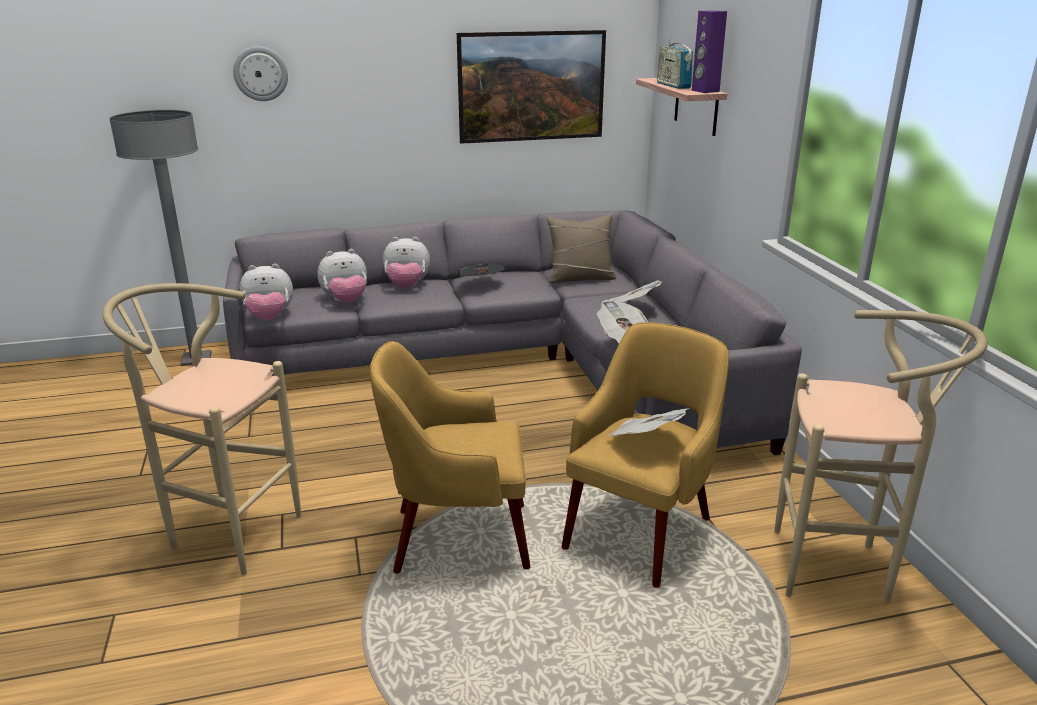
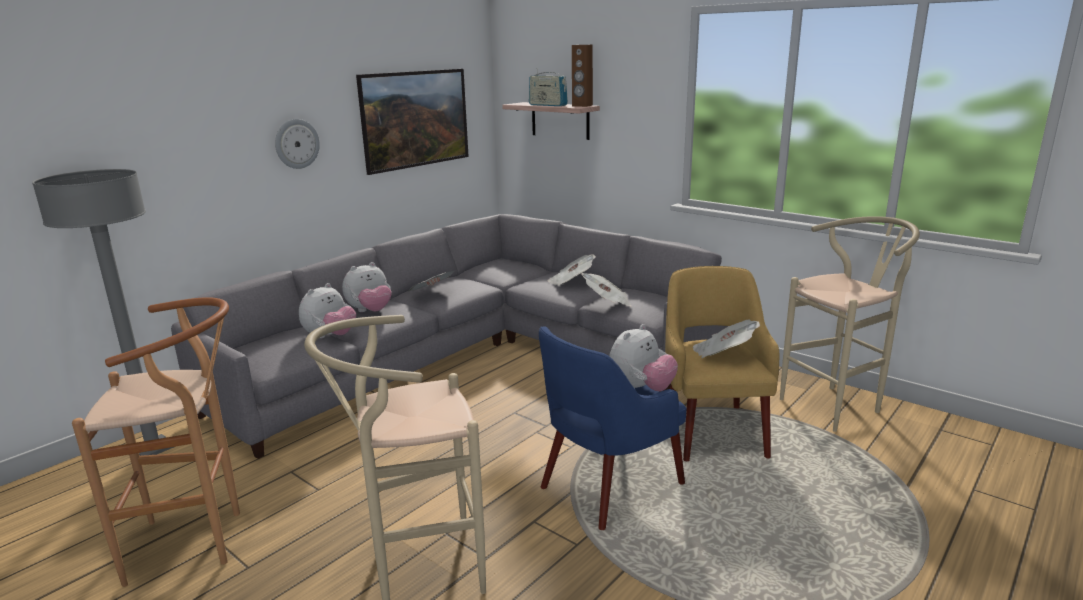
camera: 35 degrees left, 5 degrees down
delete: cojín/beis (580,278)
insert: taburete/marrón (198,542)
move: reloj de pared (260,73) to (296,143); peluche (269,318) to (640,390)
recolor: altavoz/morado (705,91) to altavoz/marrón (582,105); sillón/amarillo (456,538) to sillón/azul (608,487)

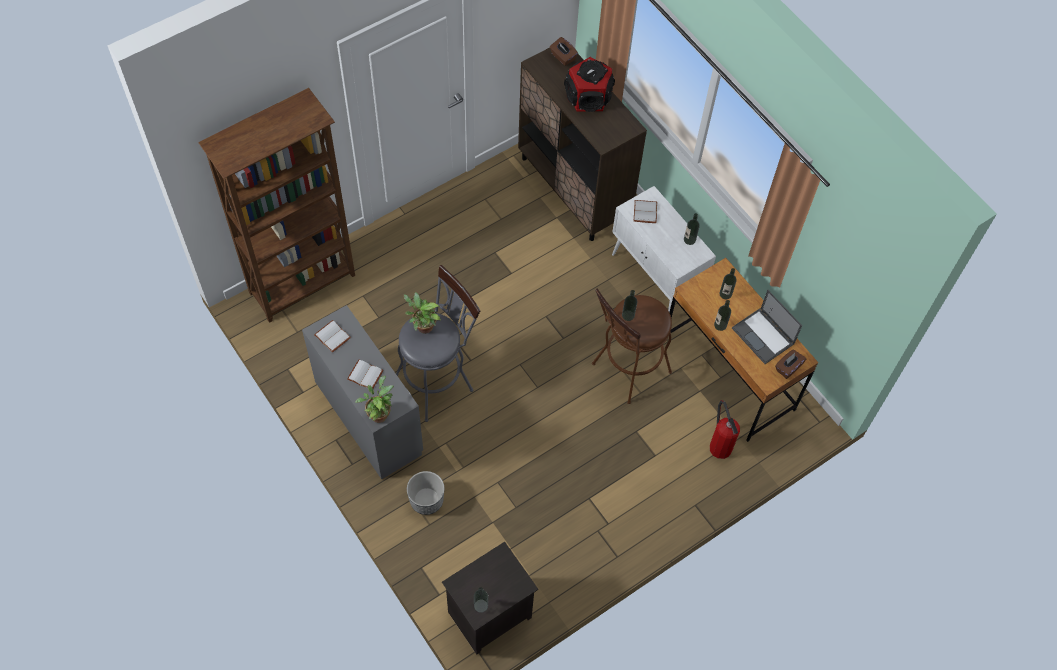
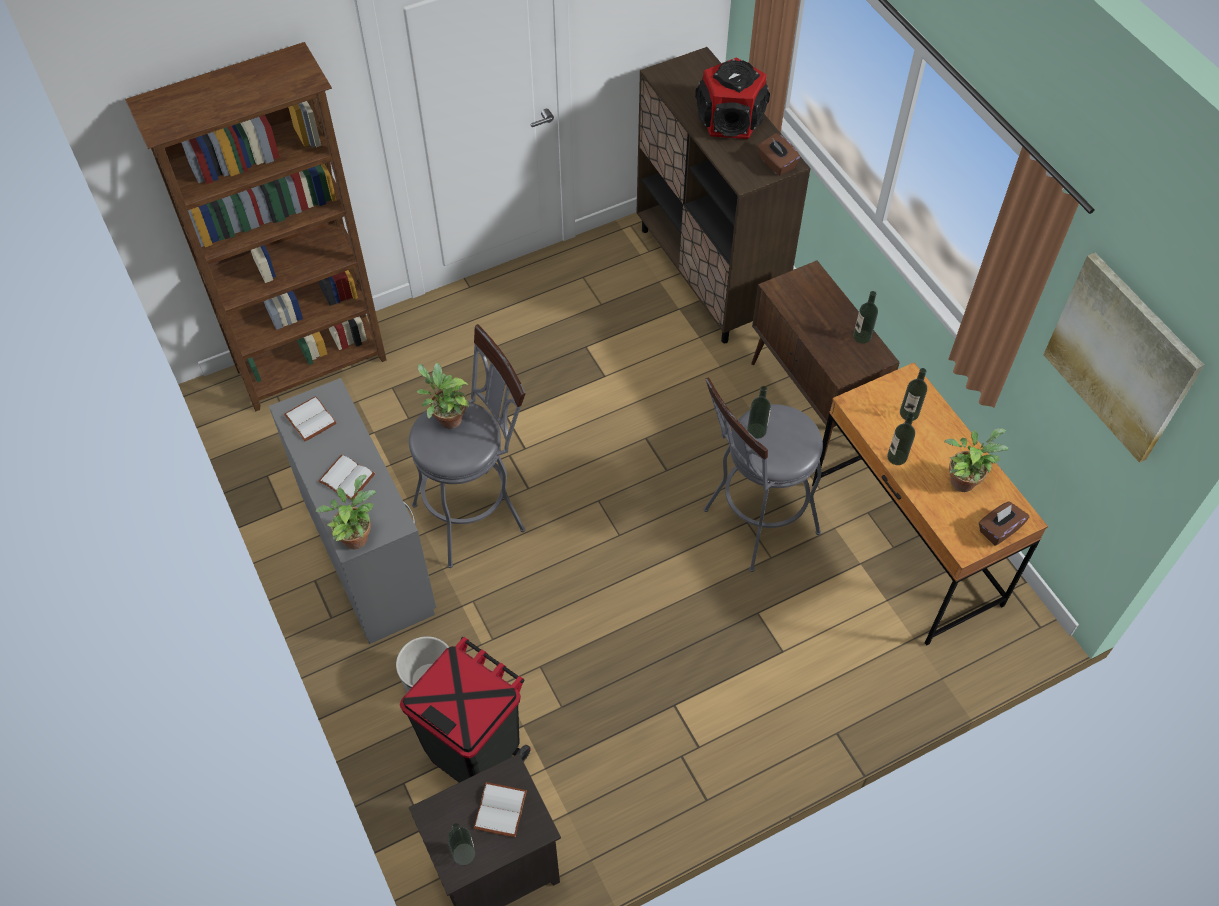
camera: 10 degrees right, 5 degrees down
delete: extintor (719,446)
insert: cuadro (1121,357); papelera/negro (475,754)
move: caja de pañuelos/marrón (562,57) to (776,164); libro/blanco (646,212) to (502,811)
replace: portátil (763,336) to planta en maceta (963,479)
recolor: armario/blanco (656,278) to armario/marrón (811,401); taburete/marrón (626,372) to taburete/gris (753,526)

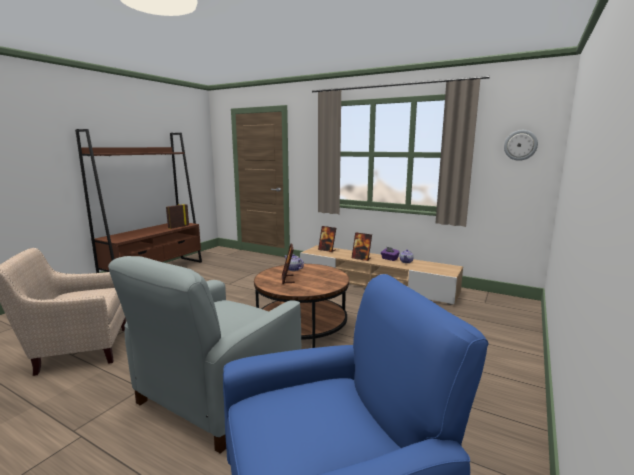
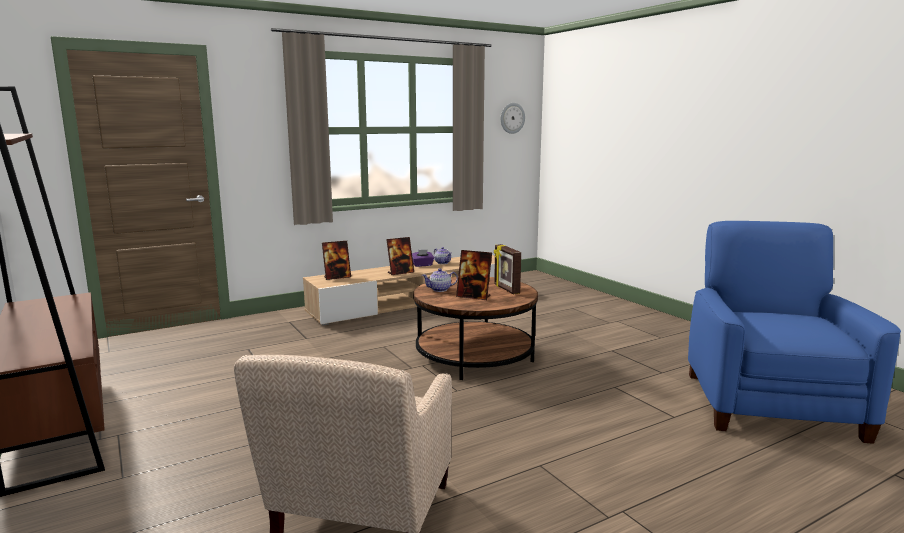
camera: 60 degrees left, 0 degrees up
delete: sillón/gris (217,394)
move: portarretratos (178,227) to (506,289)

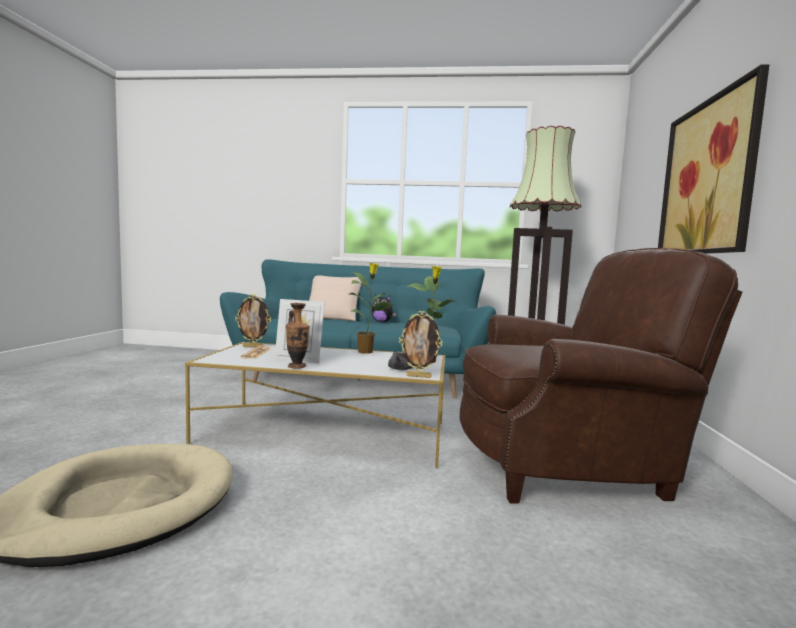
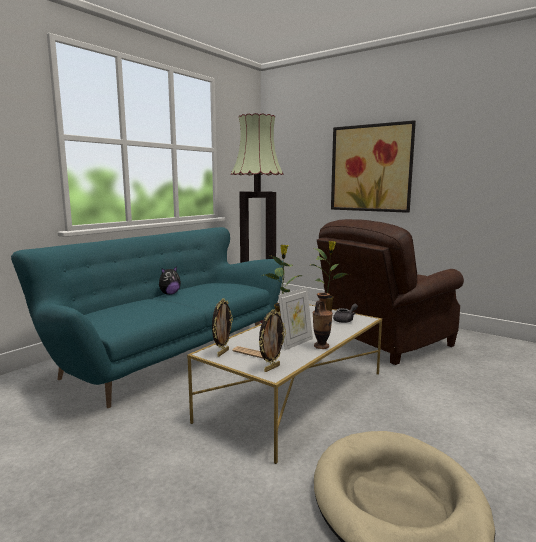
camera: 60 degrees left, 5 degrees up
delete: cojín/beis (333,317)
move: portarretratos (419,376) to (271,368)
rotate: sillón/marrón (566,461) = (384,342) 150 degrees counterclockwise

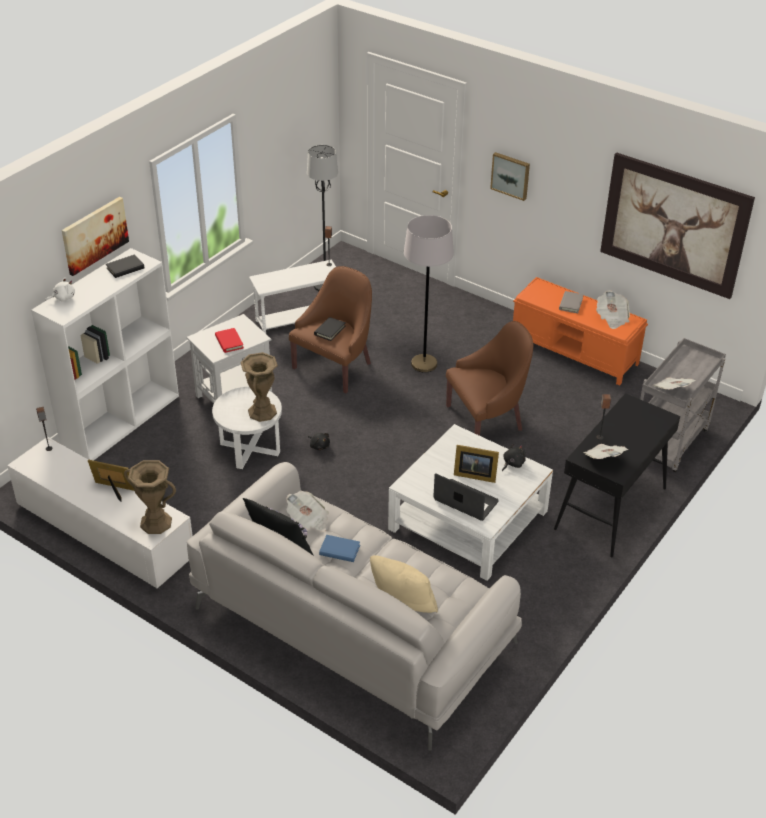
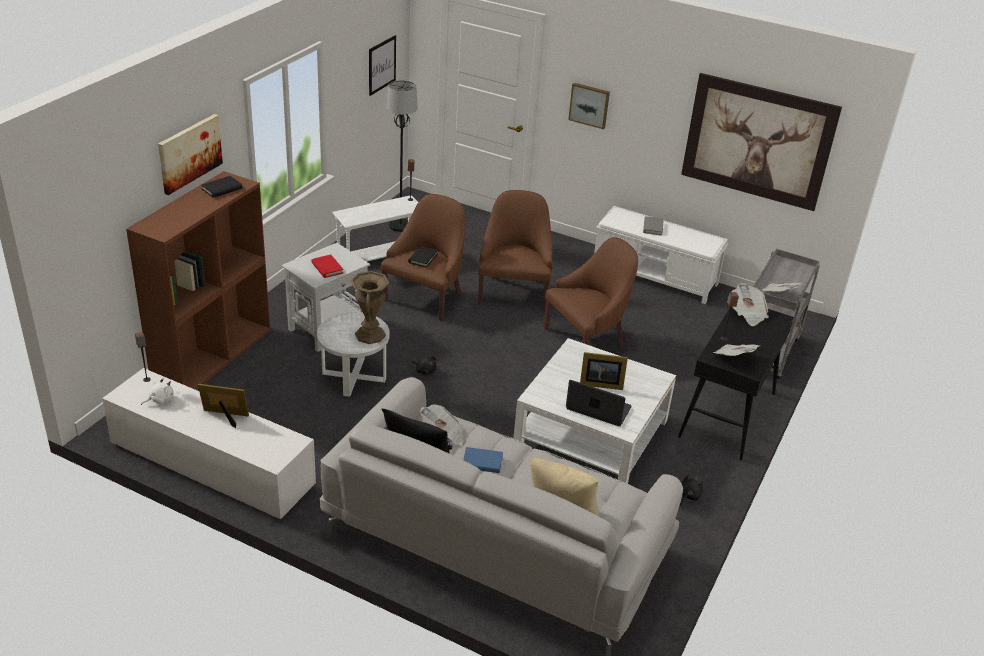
camera: 10 degrees left, 5 degrees down
delete: florero/marrón (156,523)
insert: cuadro (382,65)
move: peluche/blanco (63,298) to (160,400); periódico (612,318) to (747,314); peluche/negro (512,463) to (688,496)
replace: lámpara de pie/gris (424,364) to sillón/marrón (513,292)
recolor: estantería/blanco (121,420) to estantería/marrón (212,355); banco/naranja (575,352) to banco/blanco (655,276)

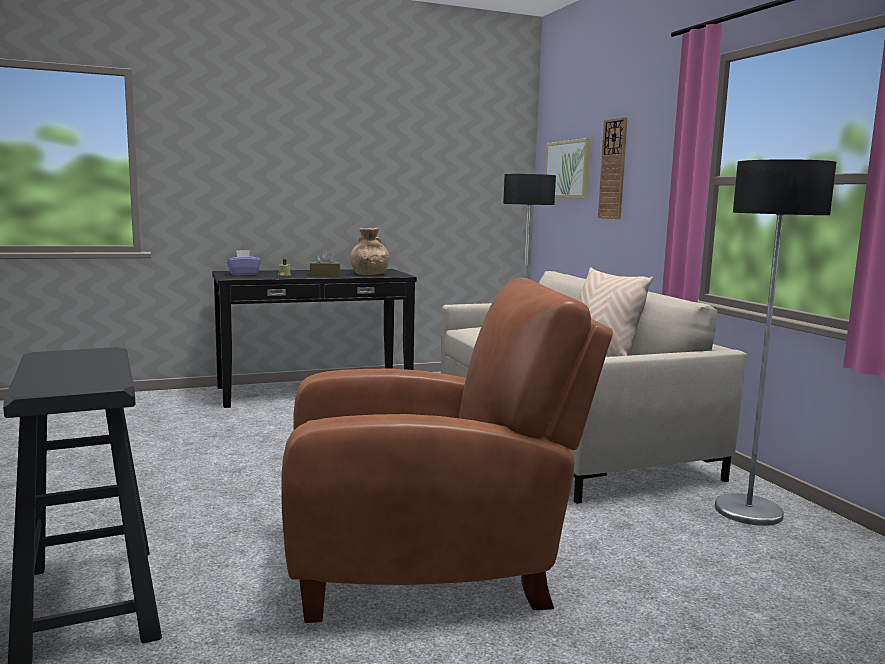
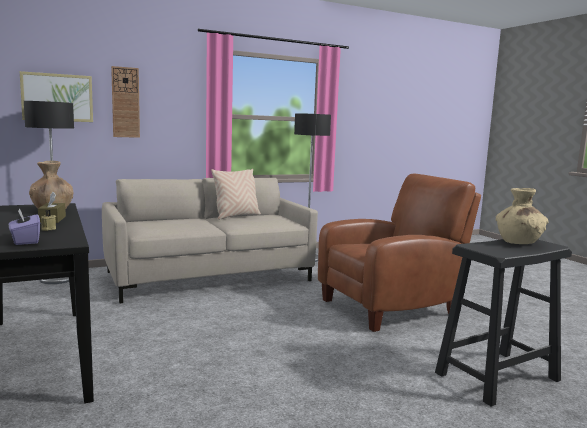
camera: 95 degrees left, 0 degrees up
insert: florero/beis (518,242)
rotate: sillón/marrón (431,564) = (392,307) 75 degrees clockwise

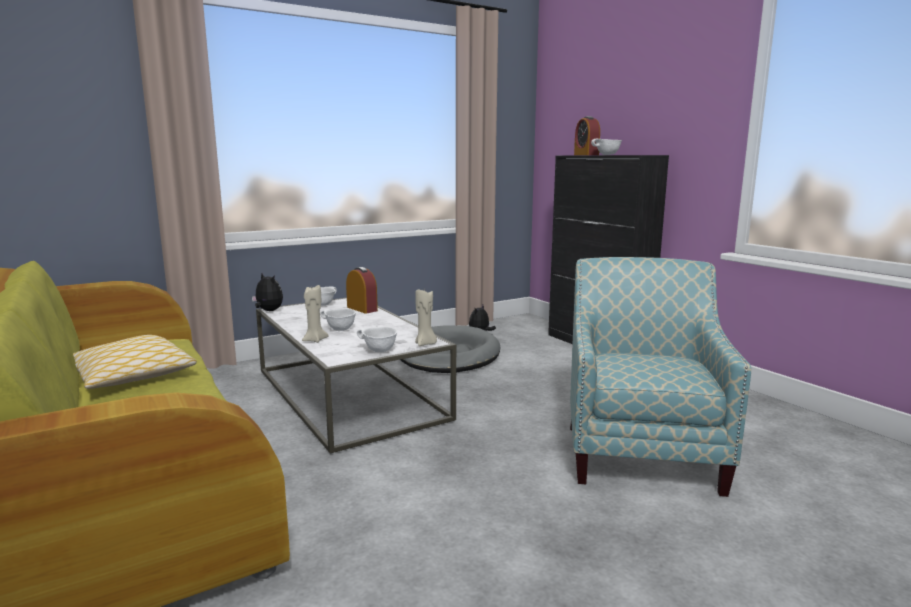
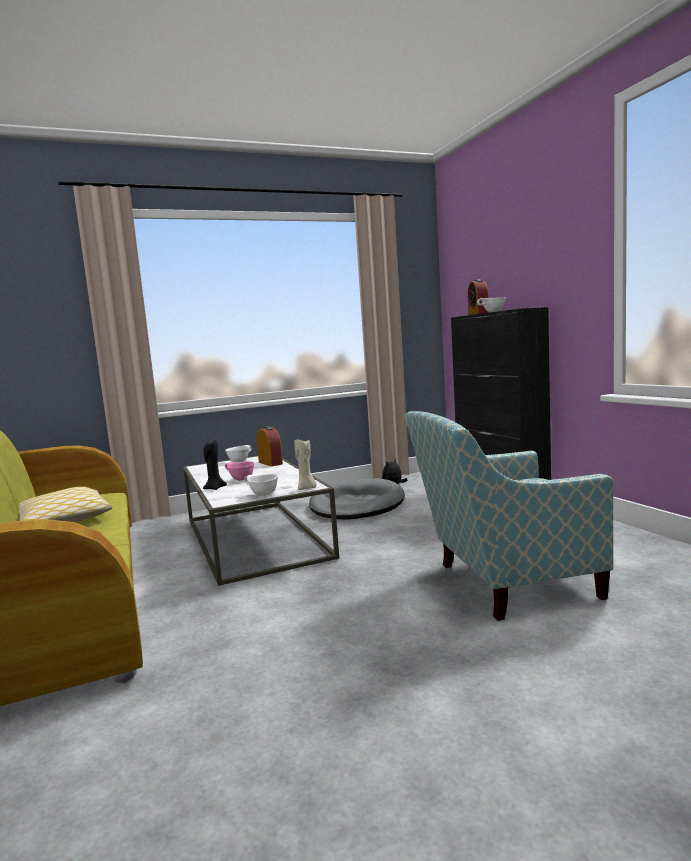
camera: 10 degrees right, 5 degrees down
delete: peluche (268,311)
recolor: vela/beis (314,340) to vela/negro (214,488); cuenco/blanco (340,329) to cuenco/rosa (241,479)
rotate: sillón (640,450) = (503,583) 120 degrees counterclockwise

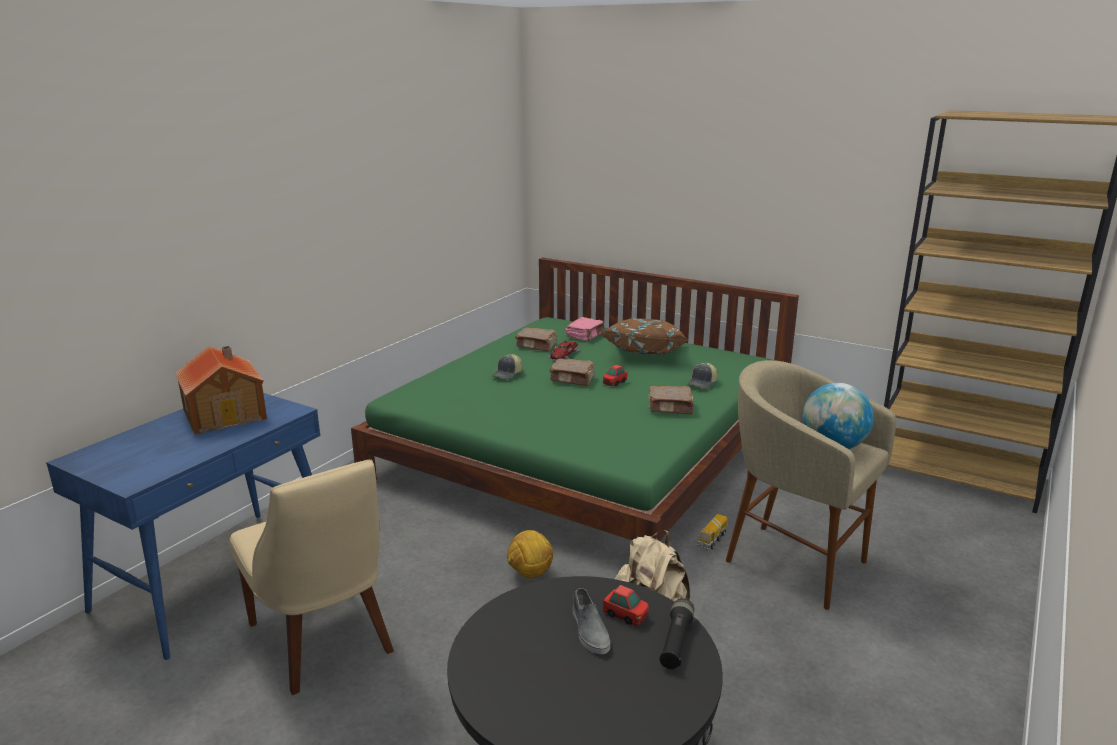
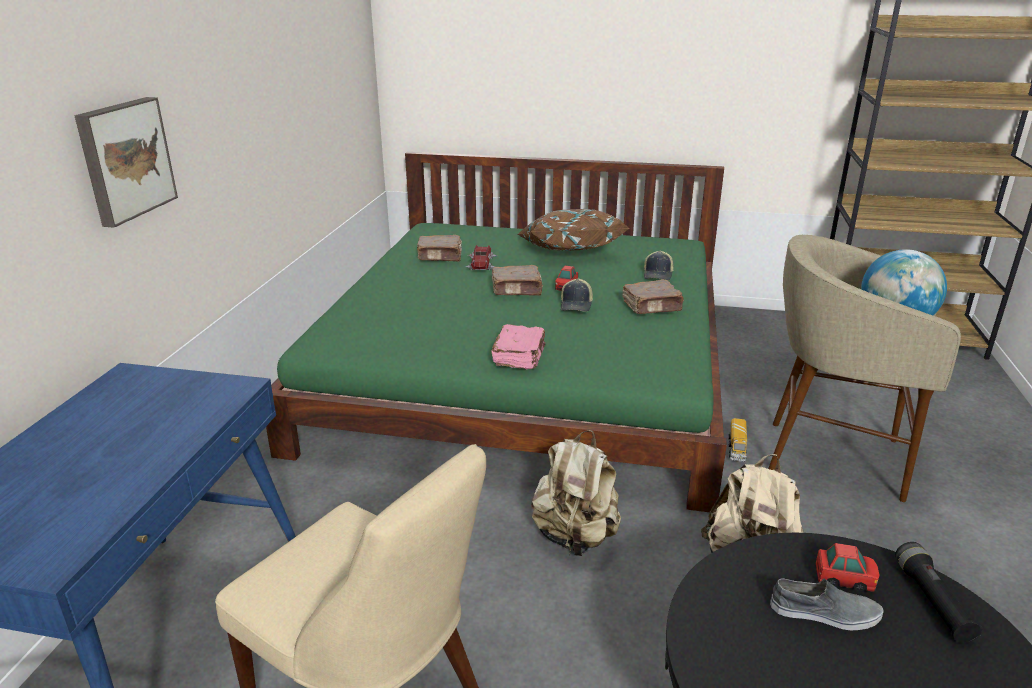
camera: 20 degrees left, 5 degrees up
delete: casita (226,413)
insert: cuadro (124,160)
move: libro/rosa (585,336) to (520,357); gorra (508,374) to (576,305)
replace: balón de fútbol (530,574) to mochila/beis (575,536)
rotate: zapato/gris (589,630) = (825,613) 45 degrees counterclockwise

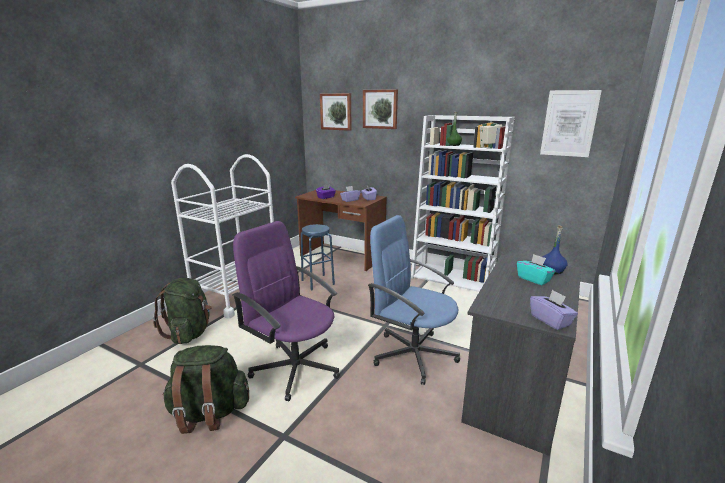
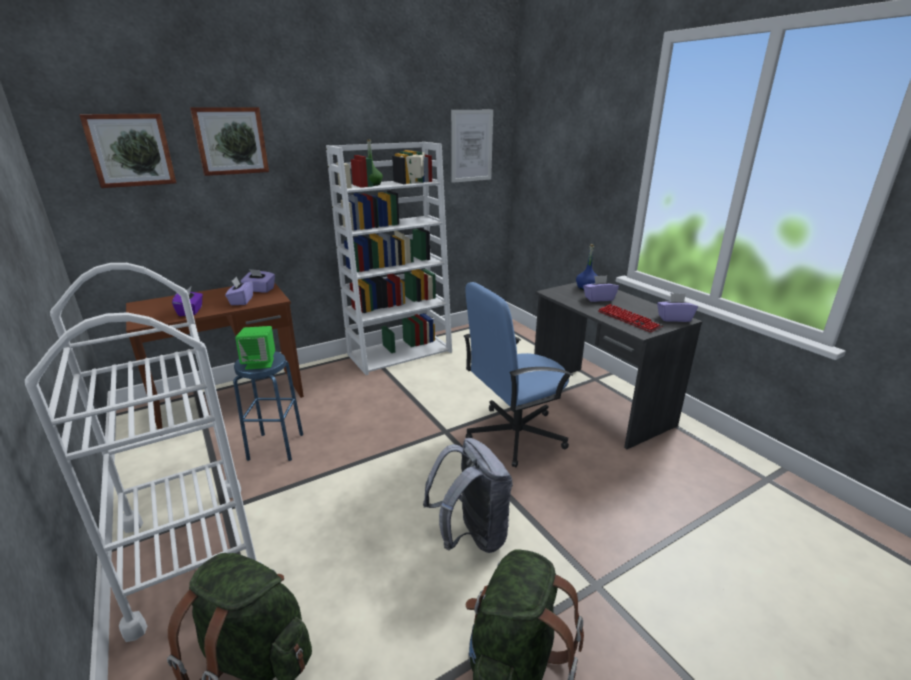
camera: 60 degrees left, 5 degrees up
insert: teclado (628,319); altavoz/verde (260,363)
replace: silla de oficina/morado (295,367) to mochila/gris (471,535)
recolor: caja de pañuelos/turquesa (534,279) to caja de pañuelos/morado (598,298)

